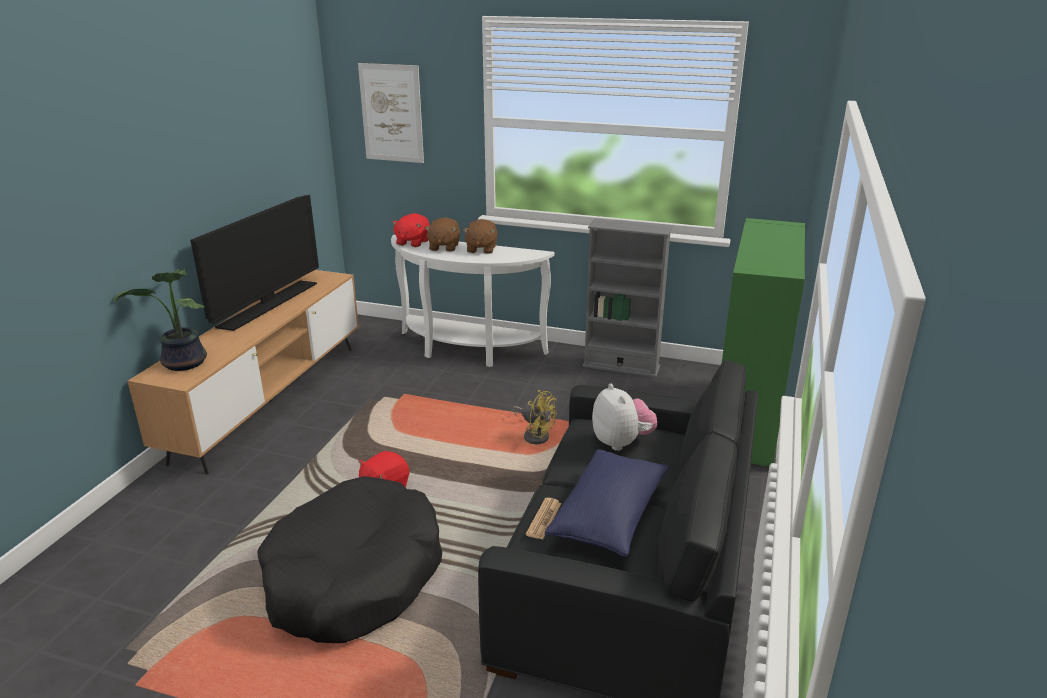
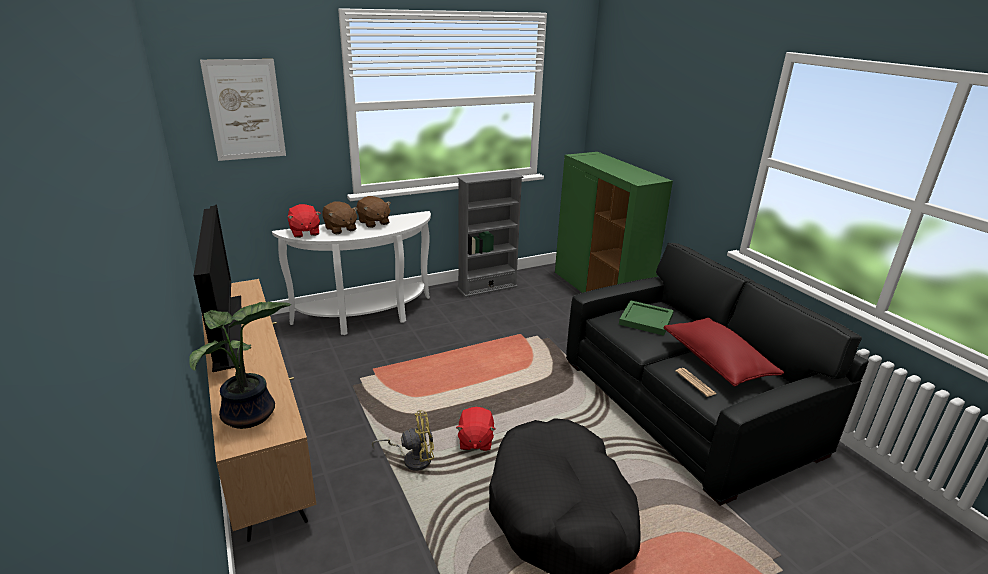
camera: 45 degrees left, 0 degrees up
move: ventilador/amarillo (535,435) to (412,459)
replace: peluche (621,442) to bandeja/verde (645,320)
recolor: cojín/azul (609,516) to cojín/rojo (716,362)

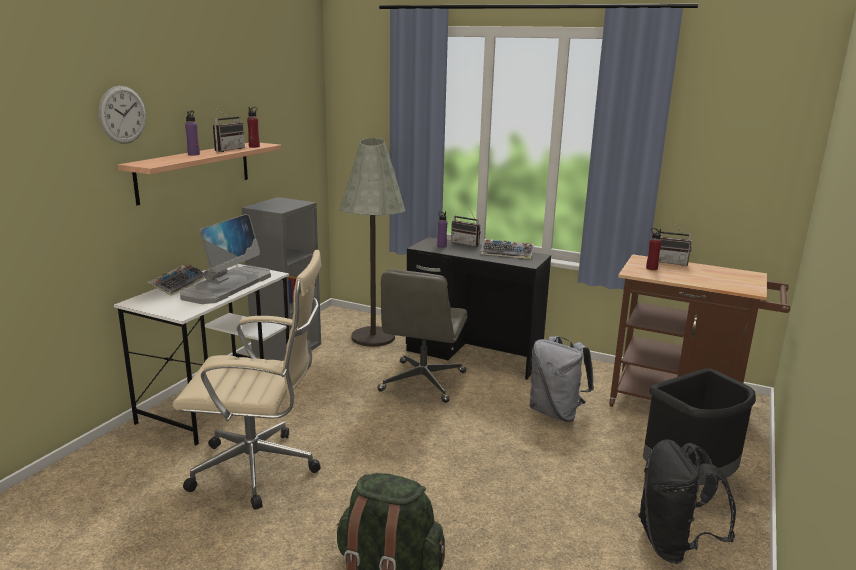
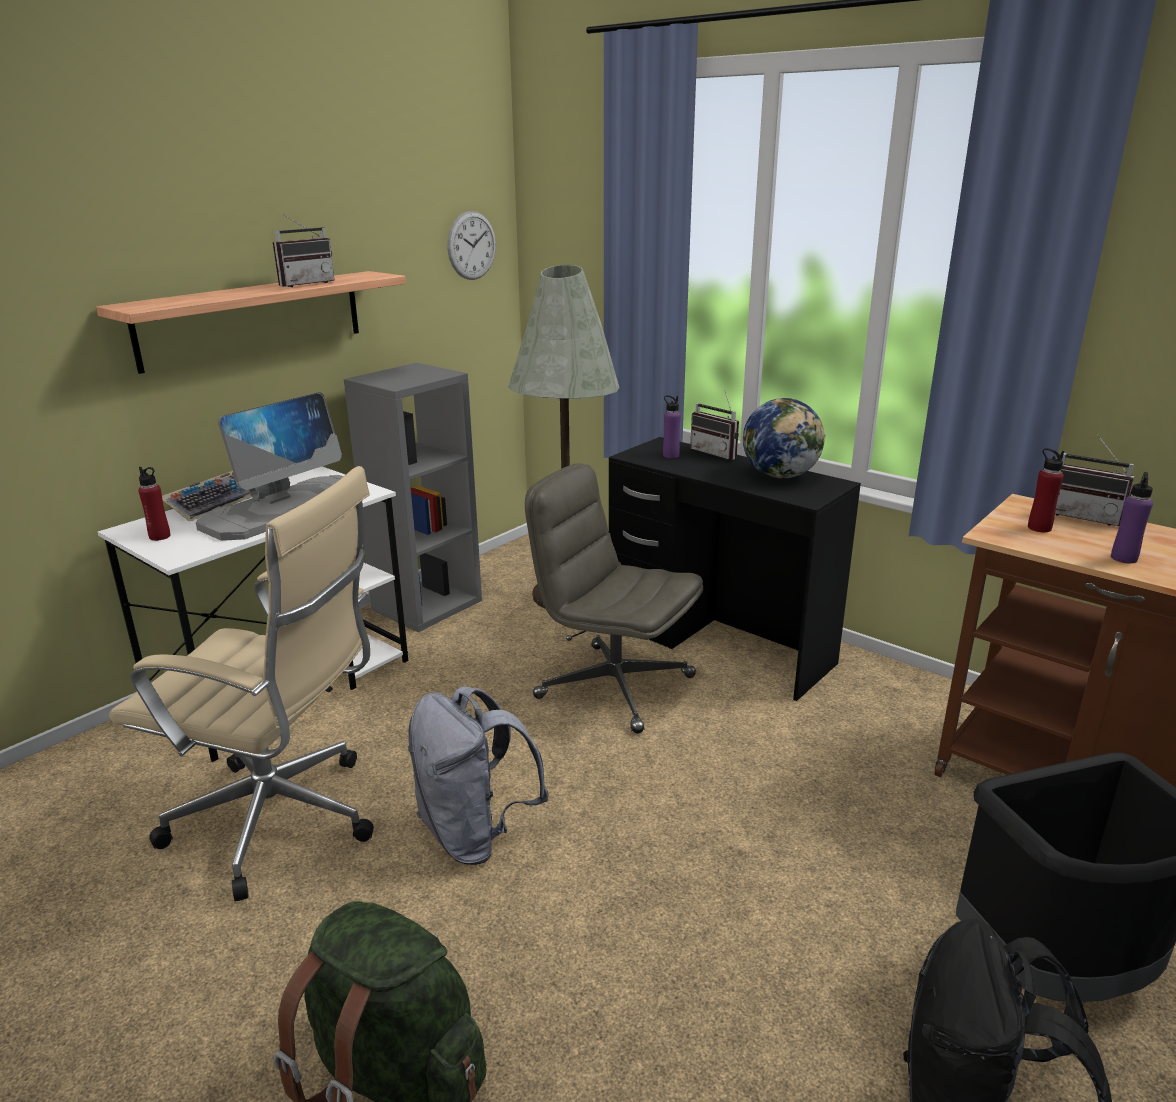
camera: 15 degrees right, 5 degrees up
move: reloj de pared (122,114) to (471,245); botella/rojo (254,146) to (160,536); botella/morado (194,154) to (1124,558); mochila/gris (556,412) to (475,834)
replace: teclado (508,253) to globo terráqueo (780,476)
rotate: silla de oficina/gris (423,382) = (613,686) 90 degrees clockwise

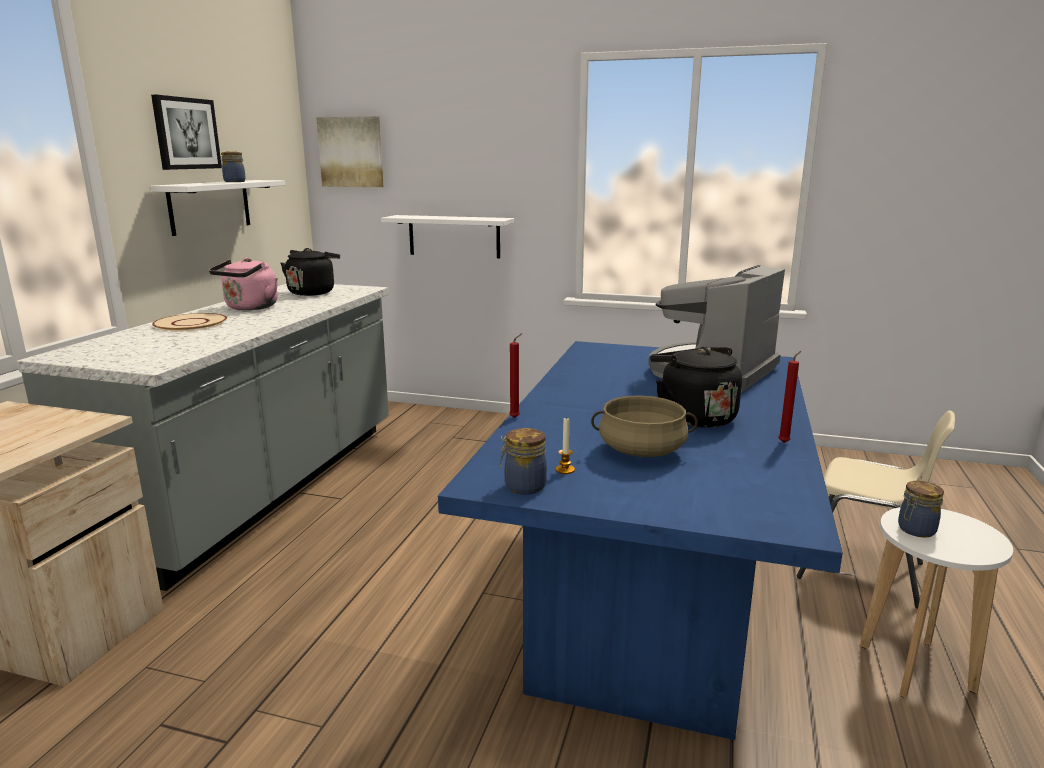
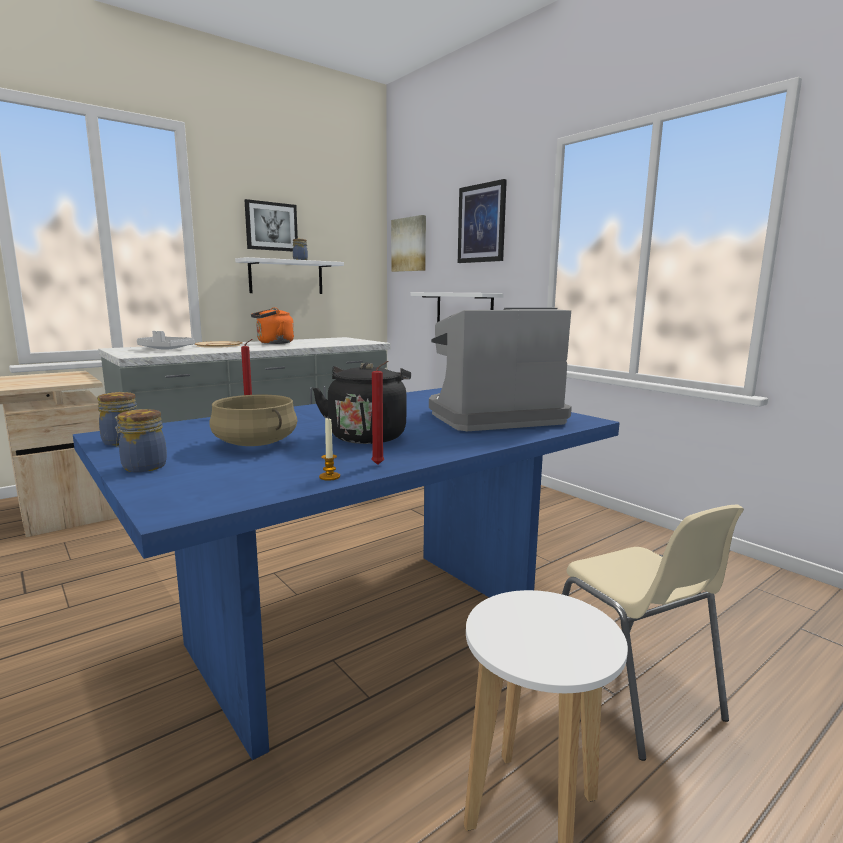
camera: 35 degrees right, 5 degrees down
delete: hervidor/negro (313,292)
insert: cuadro (481,223); bandeja/gris (164,349)
move: vela (565,470) to (329,477); tarro (915,530) to (142,467)
recolor: hervidor/rosa (249,308) to hervidor/naranja (273,343)

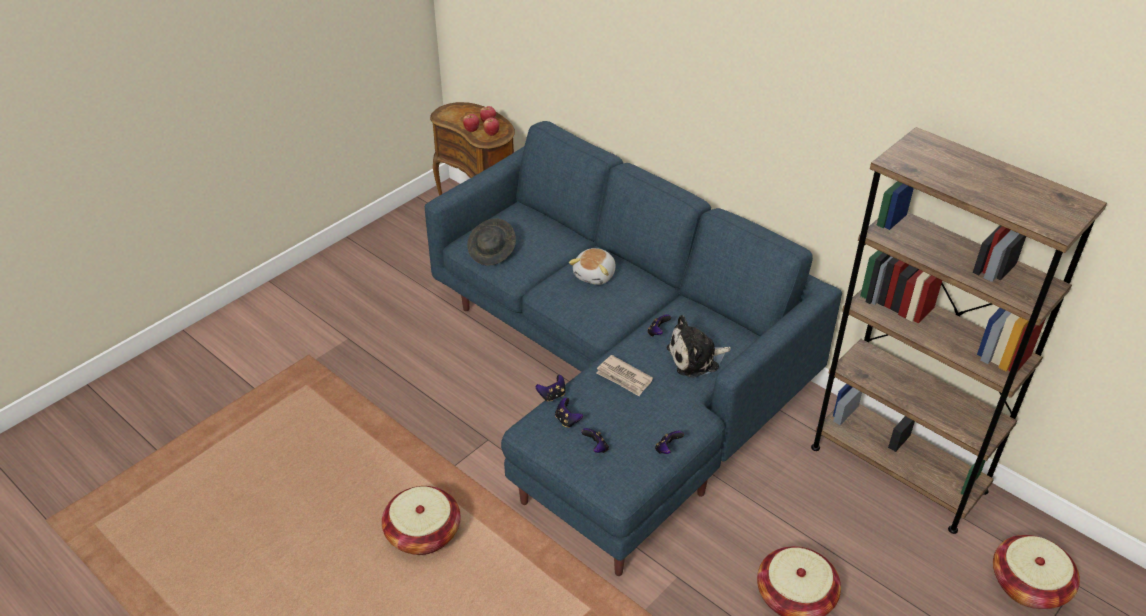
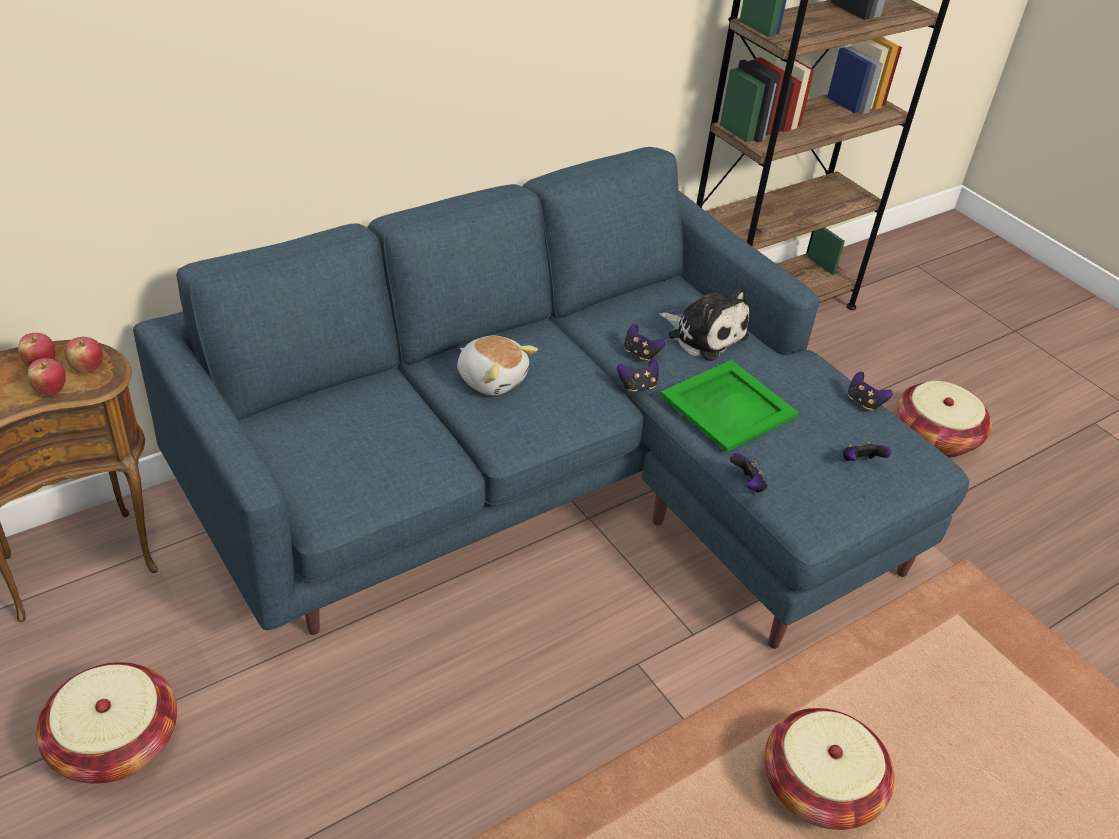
camera: 80 degrees left, 0 degrees up
delete: sombrero/gris (492,252)
move: mando de consola (567,420) to (637,386); cesta (1028,585) to (115,742)
replace: periódico (624,378) to bandeja/verde (728,405)
rotate: peluche (696,358) = (704,335) 45 degrees counterclockwise

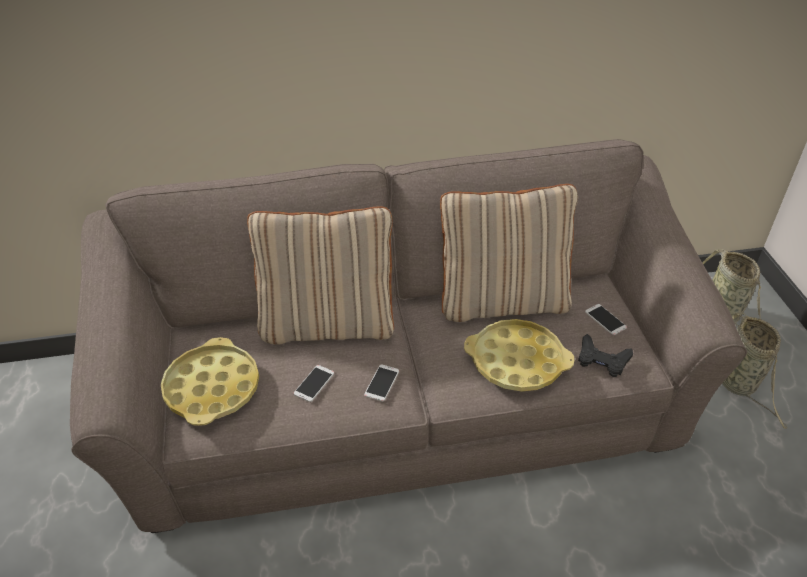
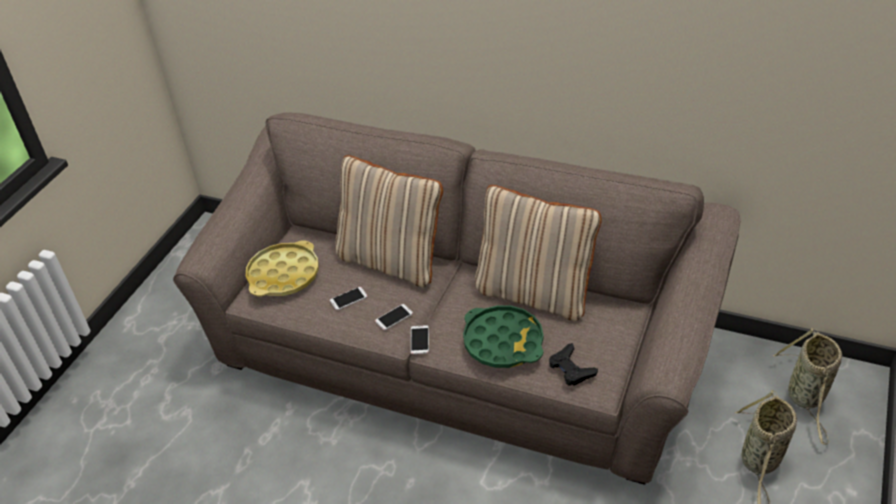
camera: 35 degrees right, 0 degrees up
move: móvil (605,320) to (419,340)
recolor: bandeja/amarillo (517,361) to bandeja/verde (503,342)

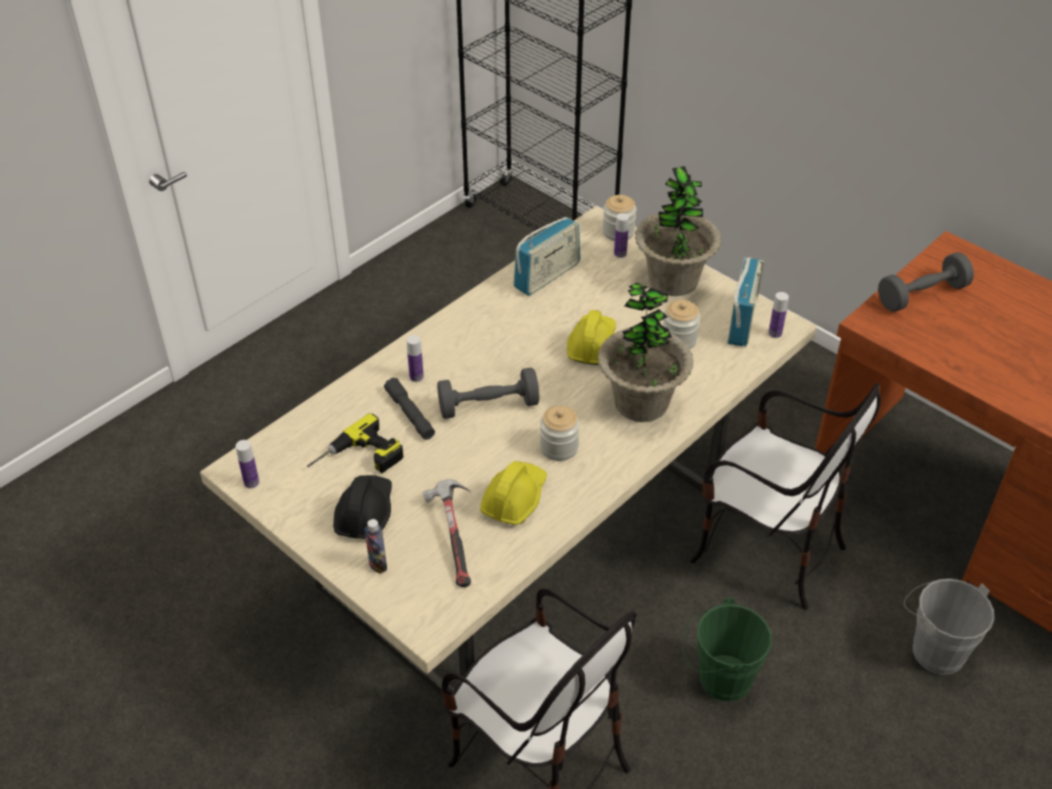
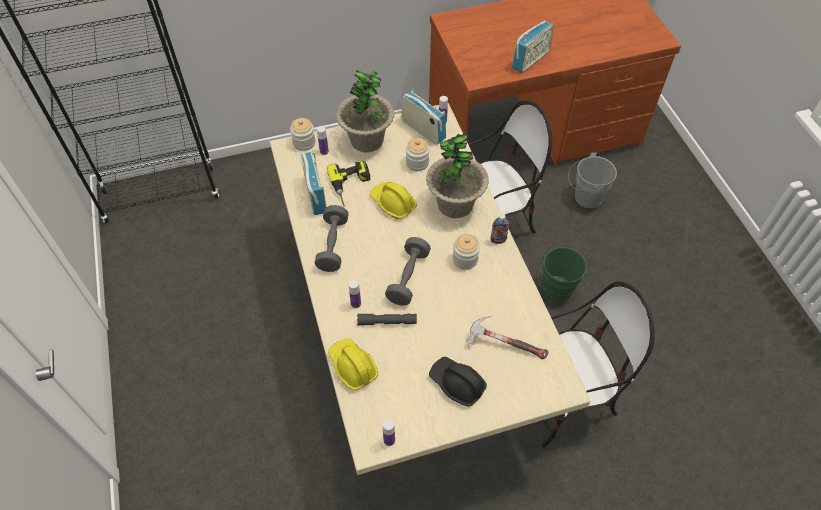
camera: 60 degrees left, 10 degrees up
insert: radio (530,60)
move: mancuerna/gris (921,295) to (333,245); taladro (358,459) to (351,186); casco/amarillo (514,498) to (352,366); botella (378,564) to (498,240)

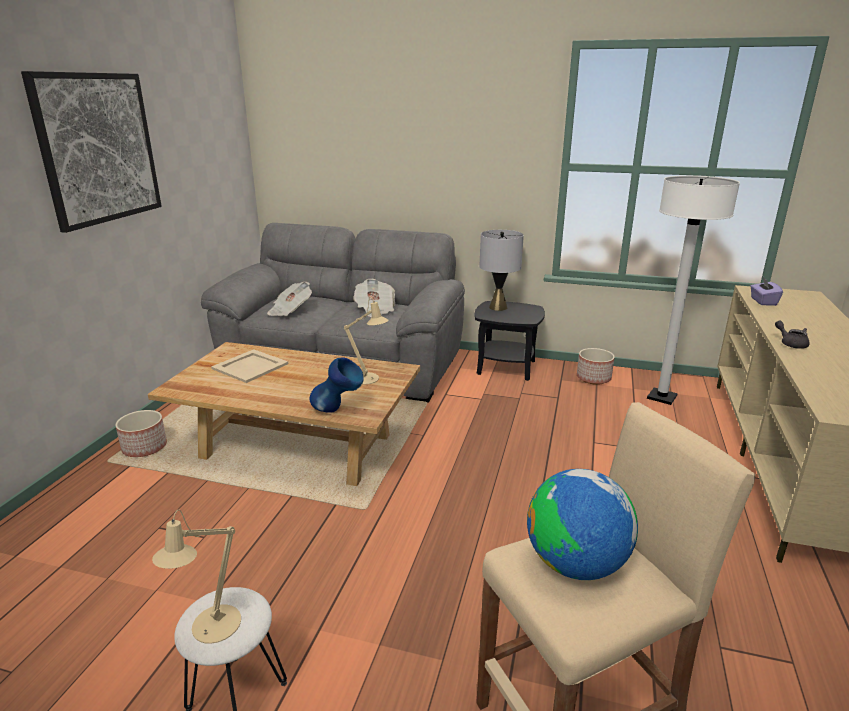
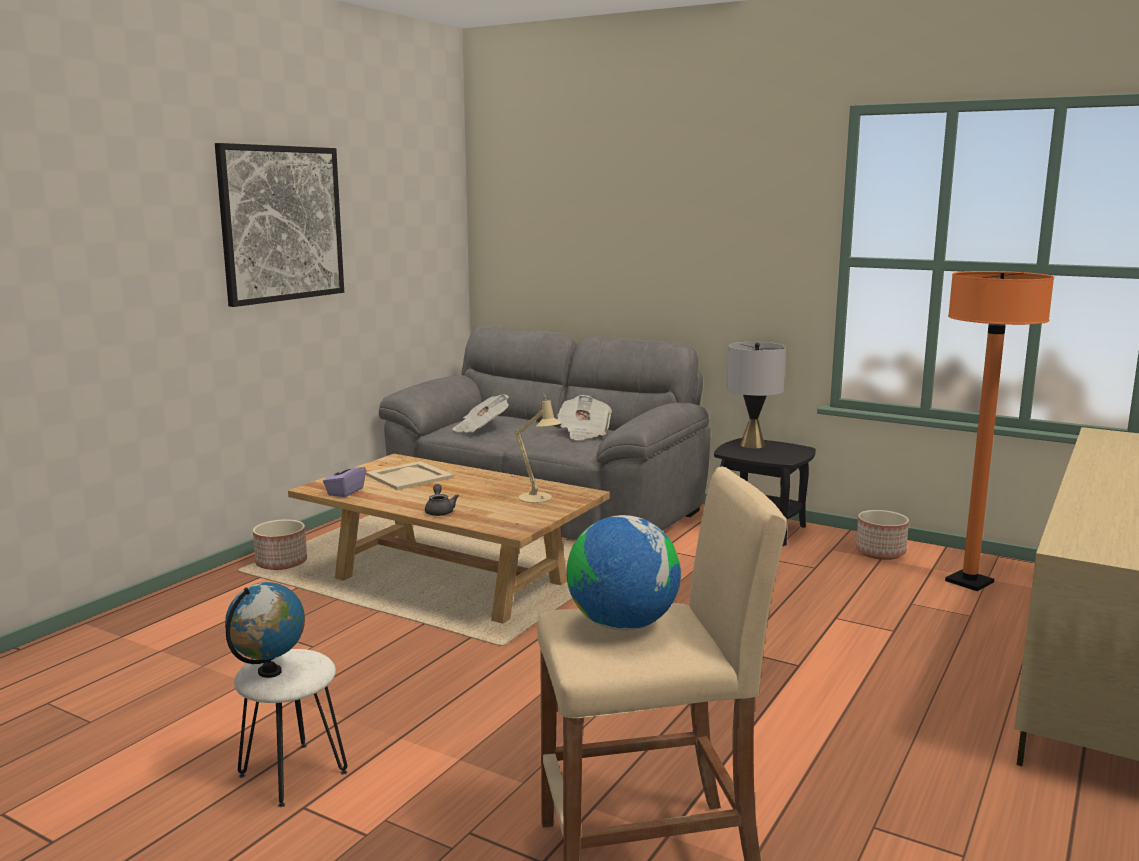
camera: 15 degrees right, 10 degrees down
delete: florero/azul (338,411)
move: caja de pañuelos/morado (763,301) to (345,492); tetera/gris (791,343) to (440,511)
replace: lámpara de mesa/beis (211,629) to globo terráqueo (269,672)
recolor: lámpara de pie/blanco (661,397) to lámpara de pie/naranja (969,582)

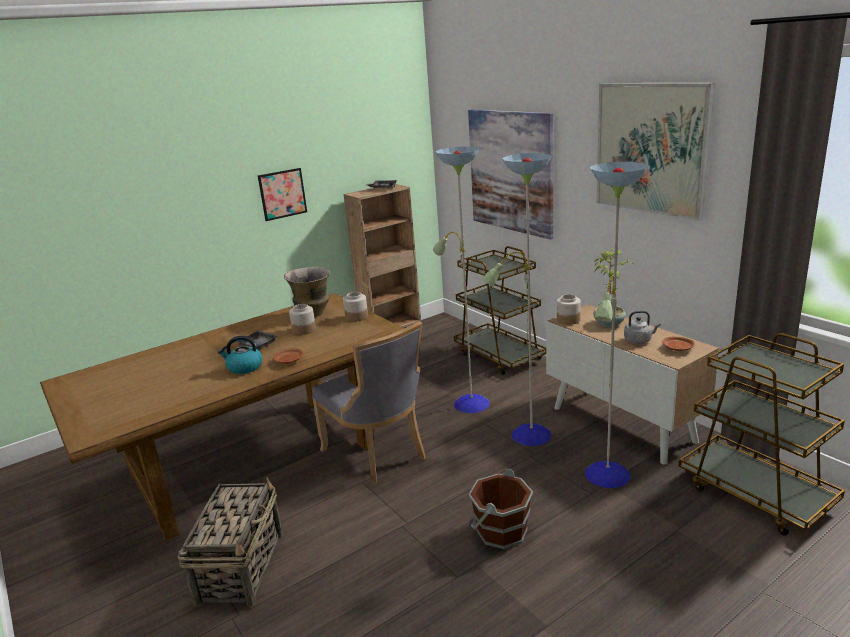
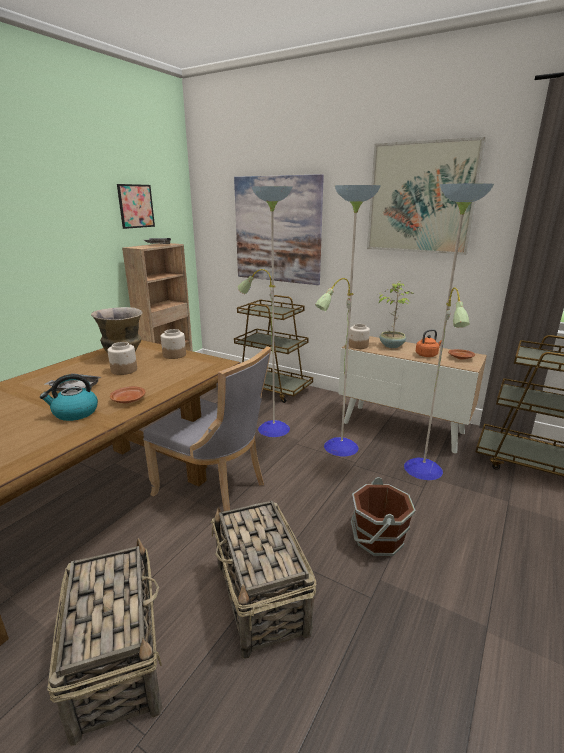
camera: 25 degrees left, 0 degrees up
insert: cesta (261,599)
move: cuadro (282,194) to (136,206)
recolor: hervidor/gris (639,340) to hervidor/naranja (427,355)

